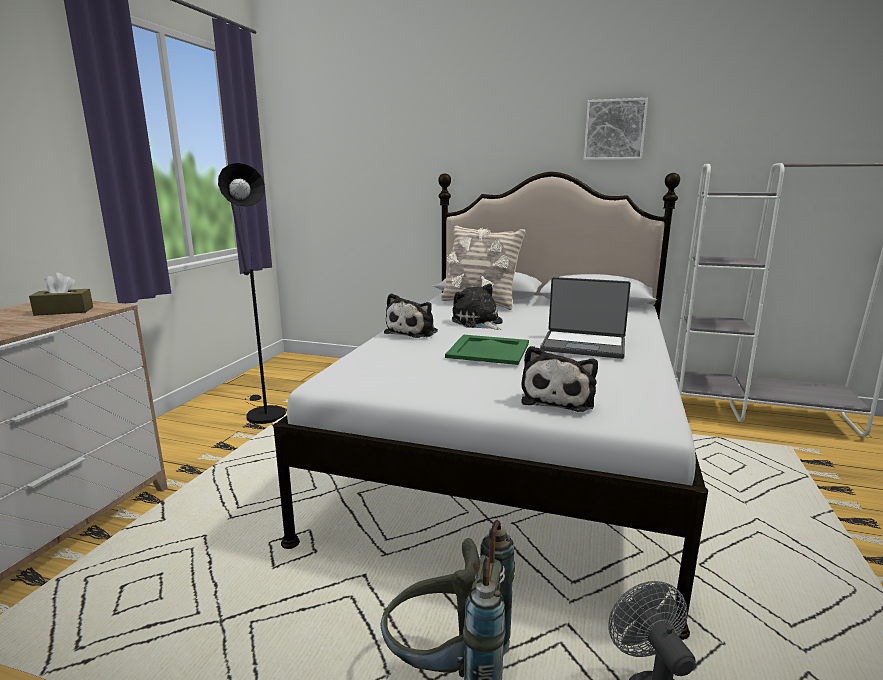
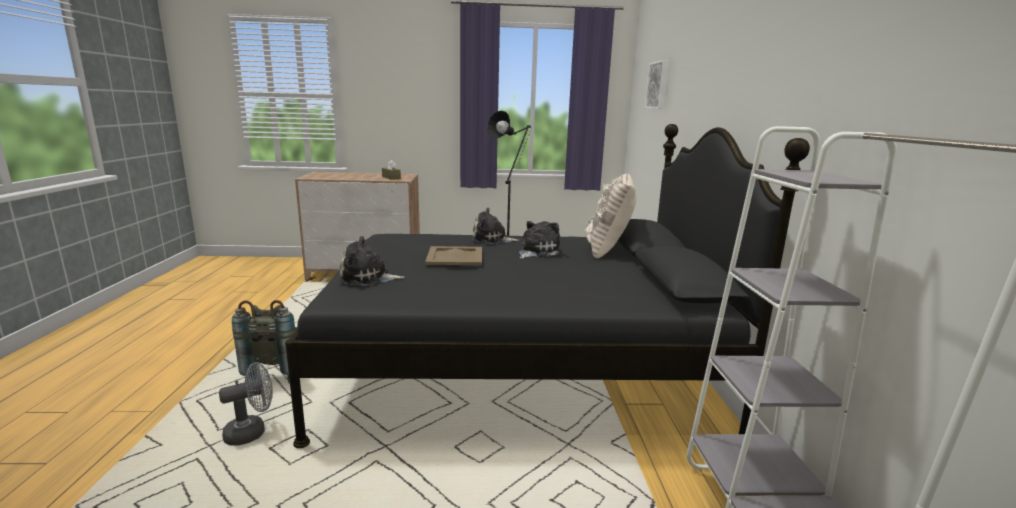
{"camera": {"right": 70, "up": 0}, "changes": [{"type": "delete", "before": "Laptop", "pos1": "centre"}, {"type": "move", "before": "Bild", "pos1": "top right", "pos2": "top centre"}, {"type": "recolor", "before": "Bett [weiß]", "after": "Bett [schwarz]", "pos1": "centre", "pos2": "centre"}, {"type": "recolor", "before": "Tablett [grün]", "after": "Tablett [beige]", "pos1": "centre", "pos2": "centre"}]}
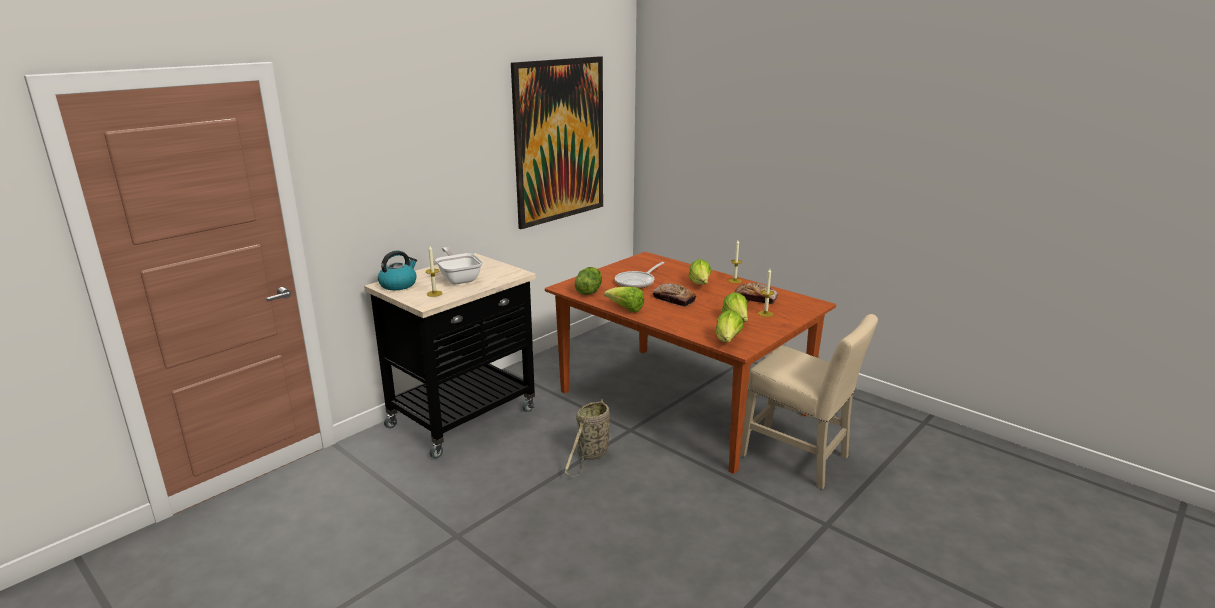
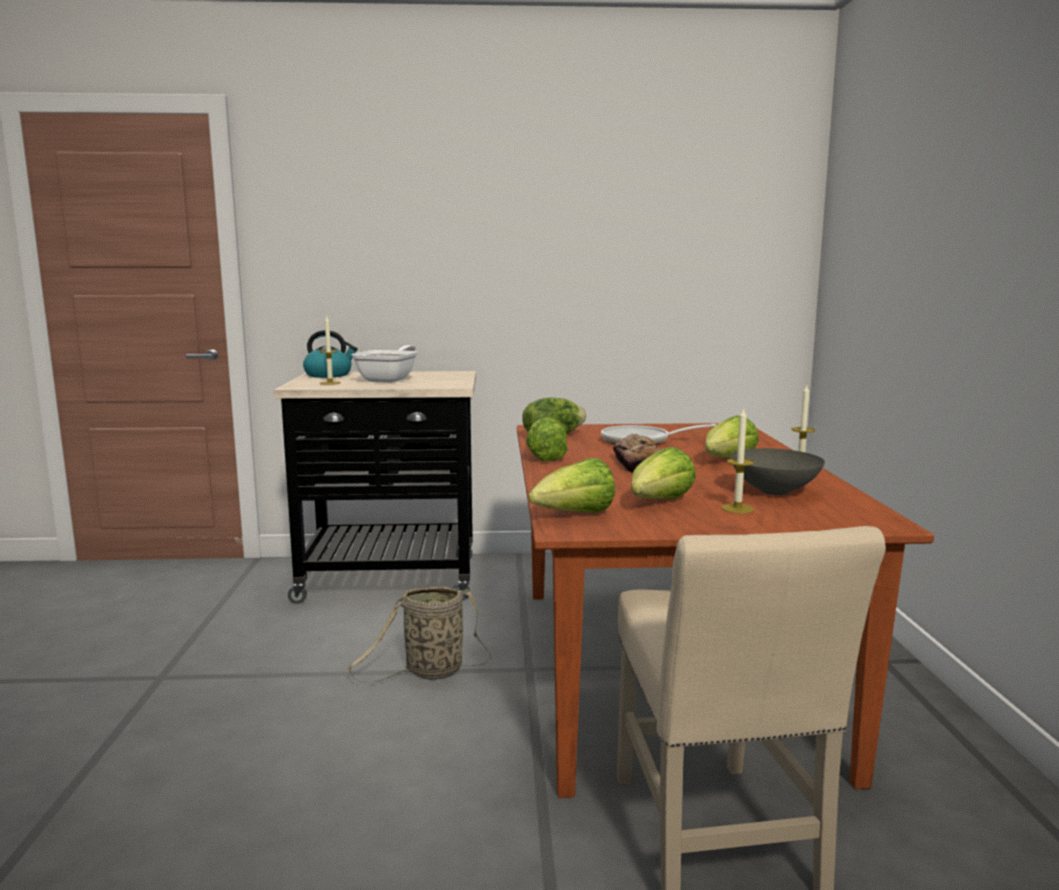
{"camera": {"right": 45, "up": -10}, "changes": [{"type": "delete", "before": "Bild", "pos1": "top centre"}, {"type": "replace", "before": "Brot (2nd from left)", "after": "Schüssel [grau]", "pos1": "centre", "pos2": "middle right"}]}
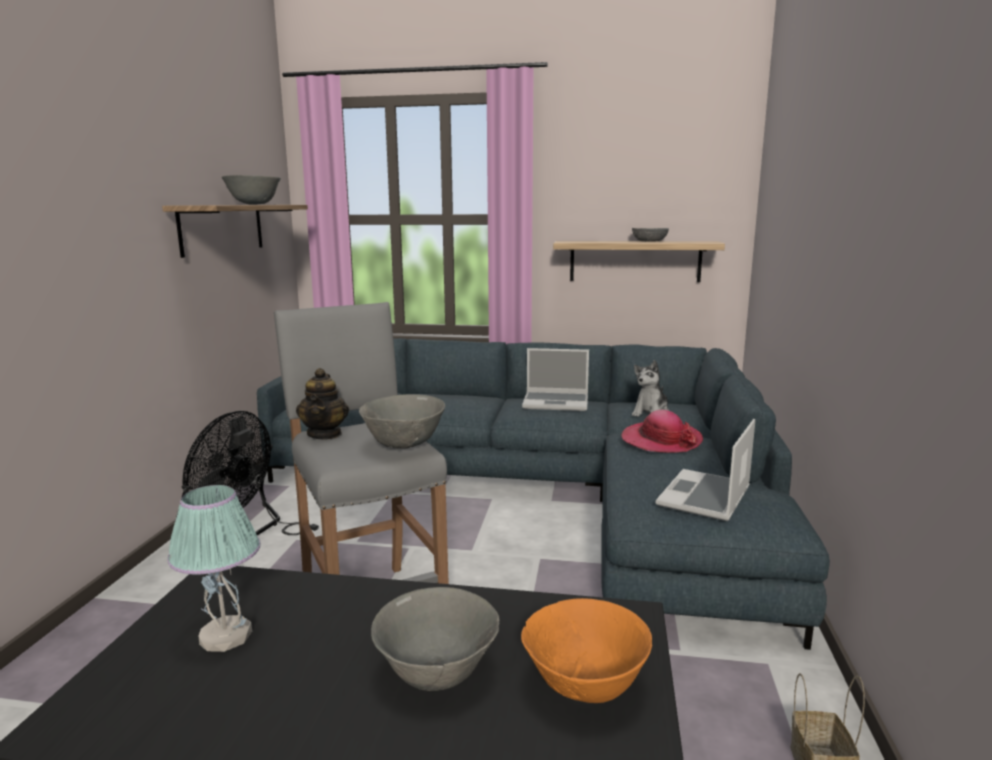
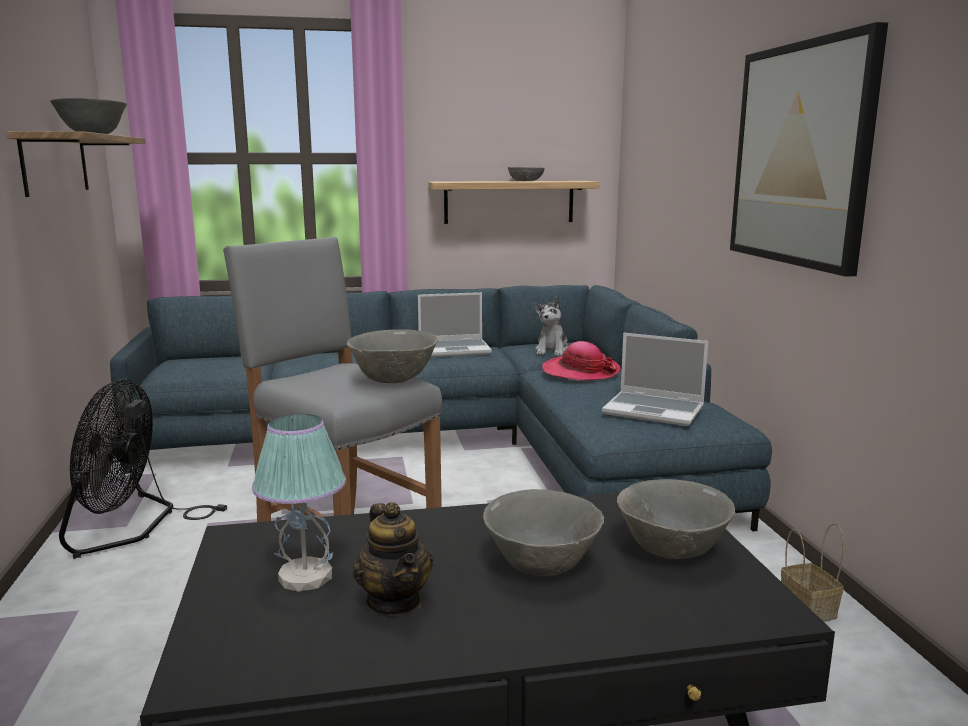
{"camera": {"right": -20, "up": 0}, "changes": [{"type": "insert", "after": "Bild", "pos2": "top right"}, {"type": "move", "before": "Teekanne", "pos1": "middle left", "pos2": "bottom centre"}, {"type": "recolor", "before": "Schüssel [orange]", "after": "Schüssel [grau] (5th from left)", "pos1": "bottom centre", "pos2": "bottom right"}, {"type": "rotate", "before": "Laptop (2nd from left)", "pos1": "middle right", "pos2": "middle right", "turn": -75}]}
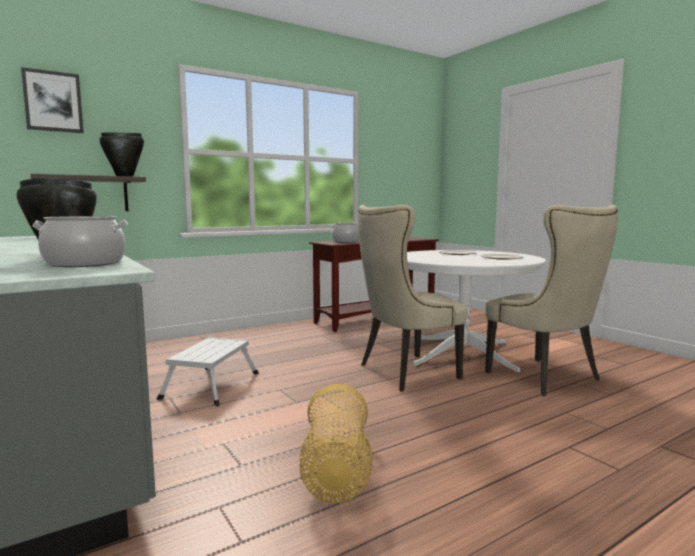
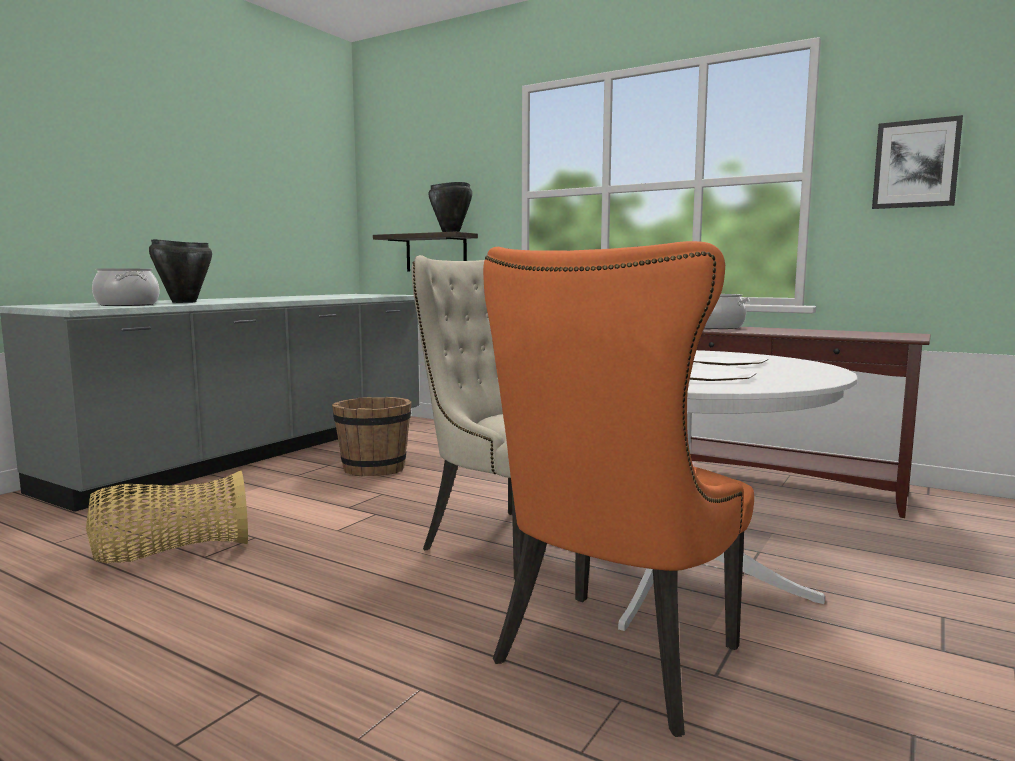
{"camera": {"right": 65, "up": 0}, "changes": [{"type": "move", "before": "Bild", "pos1": "top left", "pos2": "top right"}, {"type": "replace", "before": "Trittleiter [weiß]", "after": "Eimer [braun]", "pos1": "bottom left", "pos2": "centre"}, {"type": "recolor", "before": "Stuhl [beige] (2nd from left)", "after": "Stuhl [orange]", "pos1": "middle right", "pos2": "centre"}]}
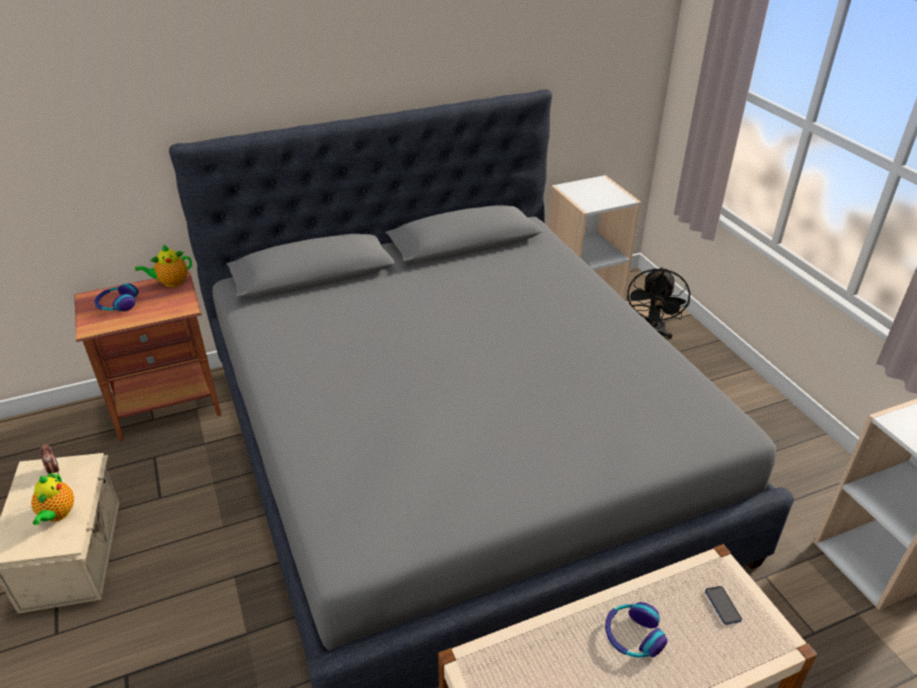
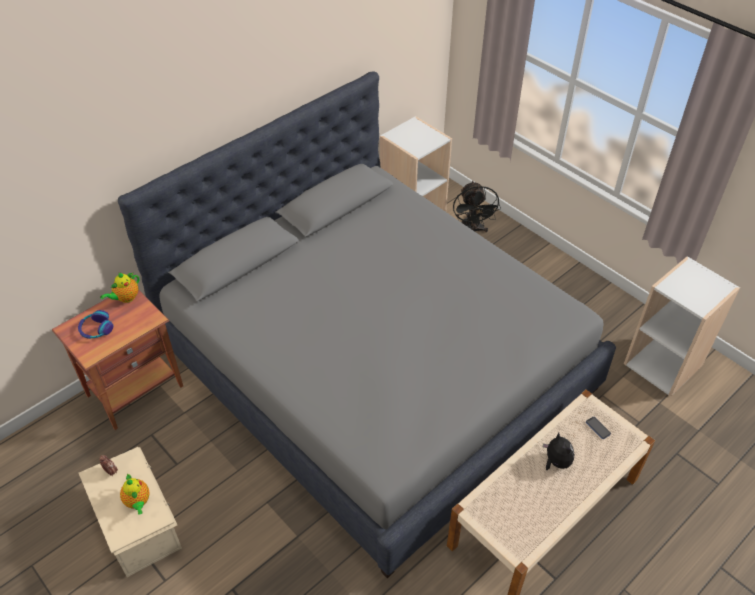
{"camera": {"right": -20, "up": 10}, "changes": [{"type": "replace", "before": "Kopfhörer (2nd from left)", "after": "Plüschtier", "pos1": "bottom right", "pos2": "bottom right"}]}
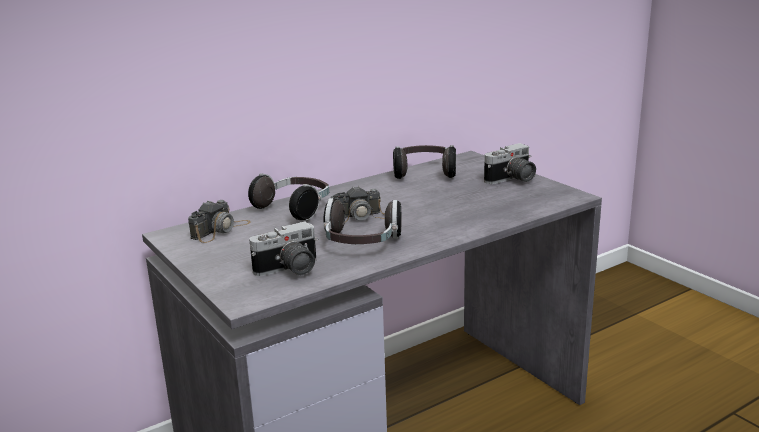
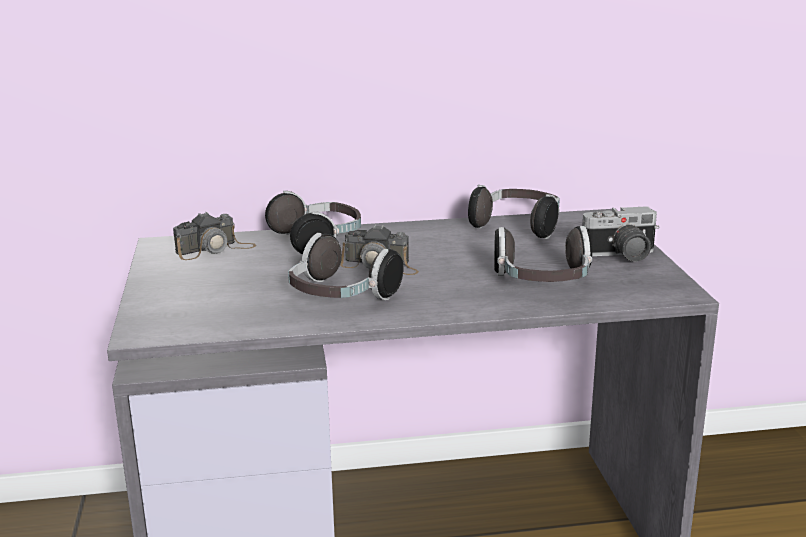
{"camera": {"right": 25, "up": 0}, "changes": [{"type": "delete", "before": "Kamera (2nd from left)", "pos1": "centre"}, {"type": "insert", "after": "Kopfhörer (4th from left)", "pos2": "middle right"}]}
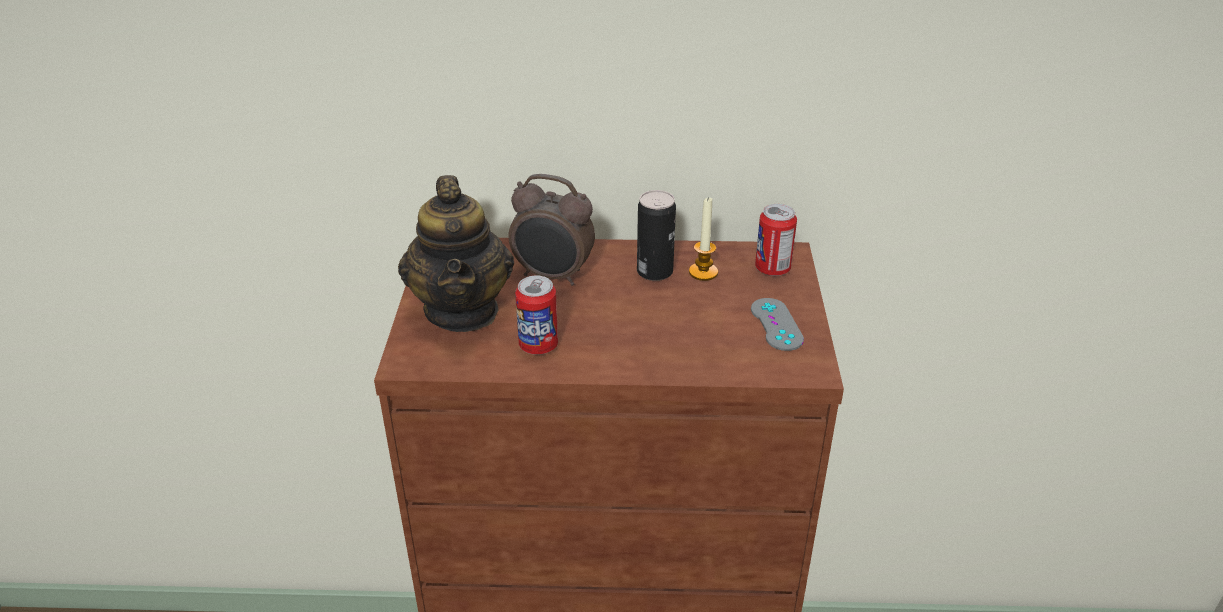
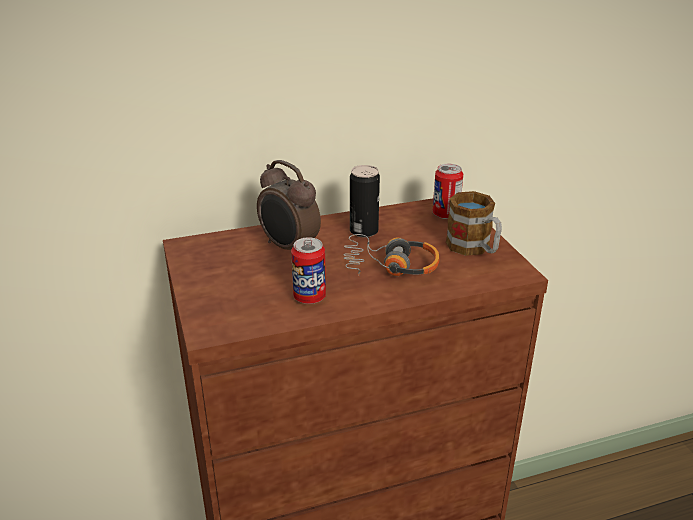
{"camera": {"right": -20, "up": -5}, "changes": [{"type": "delete", "before": "Teekanne", "pos1": "centre"}, {"type": "delete", "before": "Kerze", "pos1": "centre"}, {"type": "insert", "after": "Kopfhörer", "pos2": "centre"}, {"type": "replace", "before": "Gamepad [grau]", "after": "Henkelbecher", "pos1": "centre", "pos2": "middle right"}, {"type": "rotate", "before": "Wecker", "pos1": "centre", "pos2": "centre", "turn": 45}]}
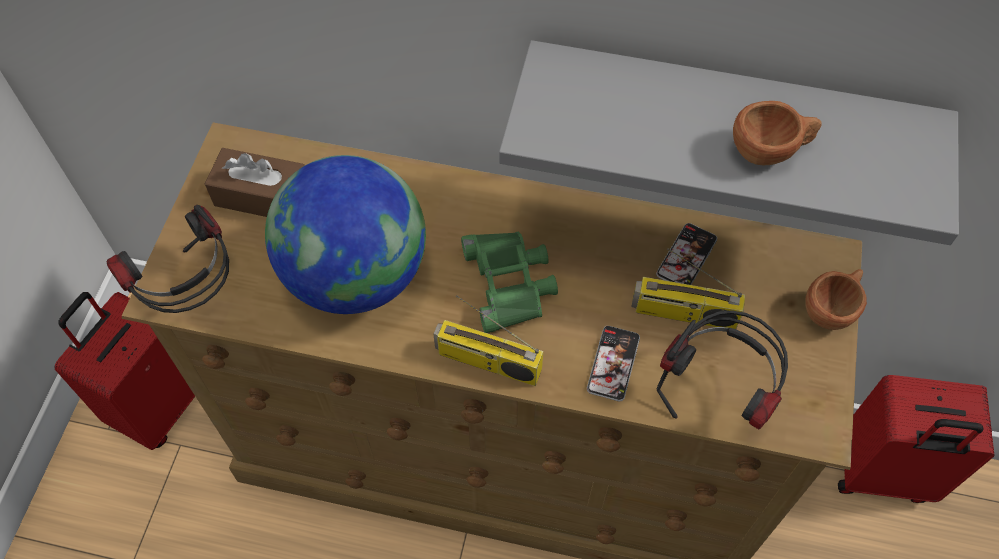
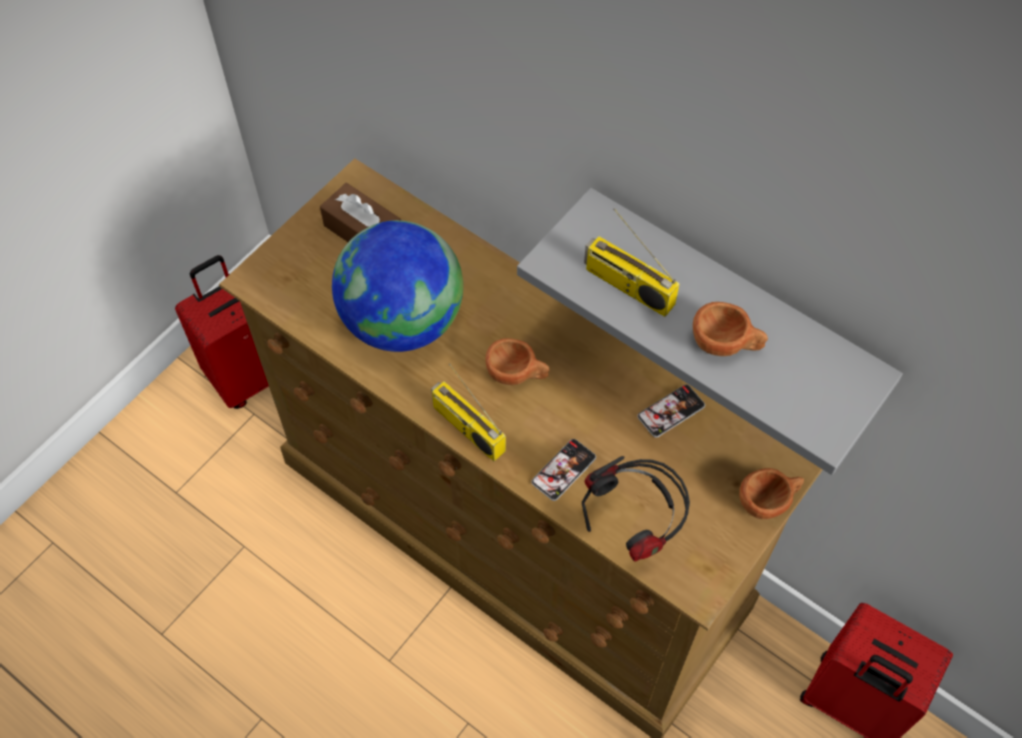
{"camera": {"right": 25, "up": 0}, "changes": [{"type": "delete", "before": "Kopfhörer (1st from left)", "pos1": "middle left"}, {"type": "move", "before": "Radio (2nd from left)", "pos1": "middle right", "pos2": "centre"}, {"type": "replace", "before": "Fernglas [grün]", "after": "Tasse [braun] (1st from left)", "pos1": "centre", "pos2": "centre"}]}
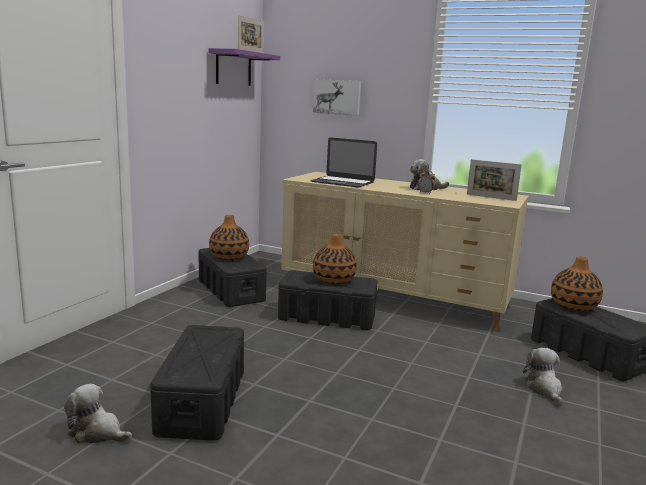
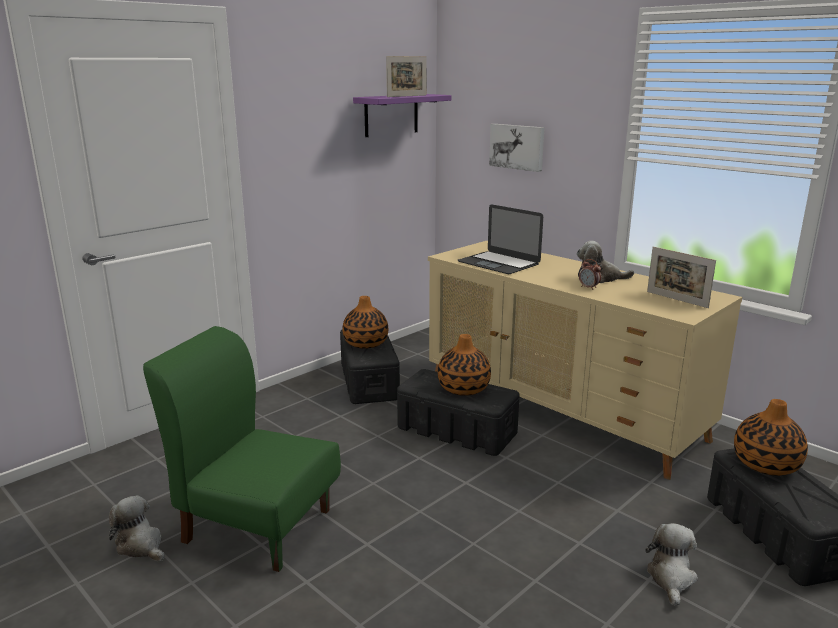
{"camera": {"right": 20, "up": 5}, "changes": [{"type": "replace", "before": "Aufbewahrungsbox [schwarz] (1st from left)", "after": "Stuhl [grün]", "pos1": "bottom left", "pos2": "bottom left"}]}
